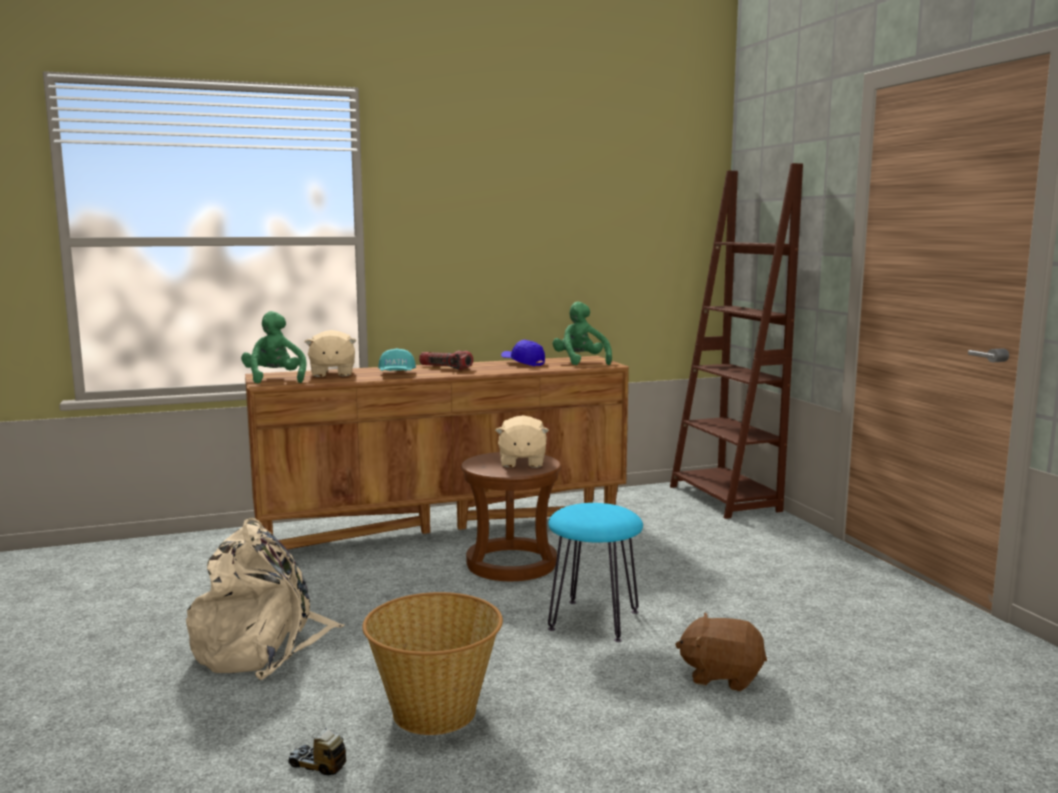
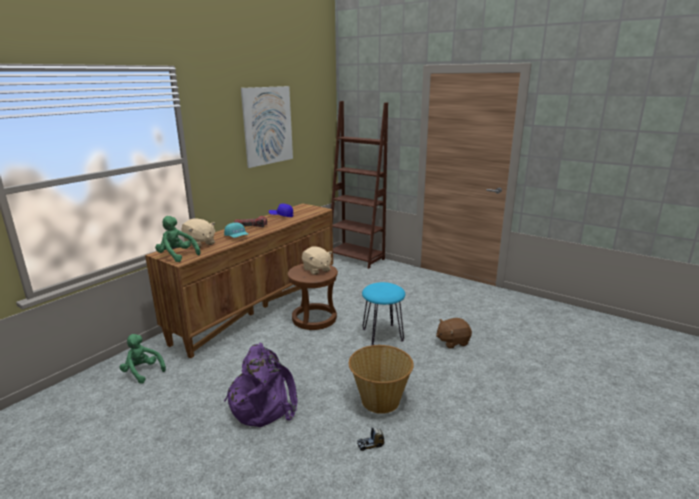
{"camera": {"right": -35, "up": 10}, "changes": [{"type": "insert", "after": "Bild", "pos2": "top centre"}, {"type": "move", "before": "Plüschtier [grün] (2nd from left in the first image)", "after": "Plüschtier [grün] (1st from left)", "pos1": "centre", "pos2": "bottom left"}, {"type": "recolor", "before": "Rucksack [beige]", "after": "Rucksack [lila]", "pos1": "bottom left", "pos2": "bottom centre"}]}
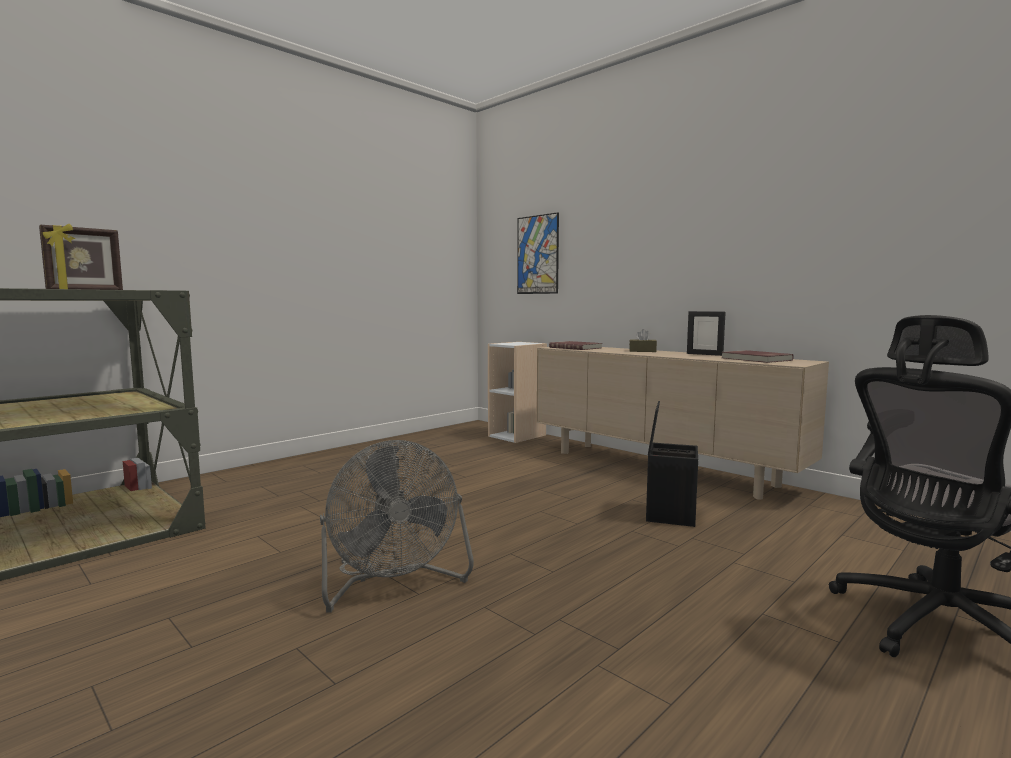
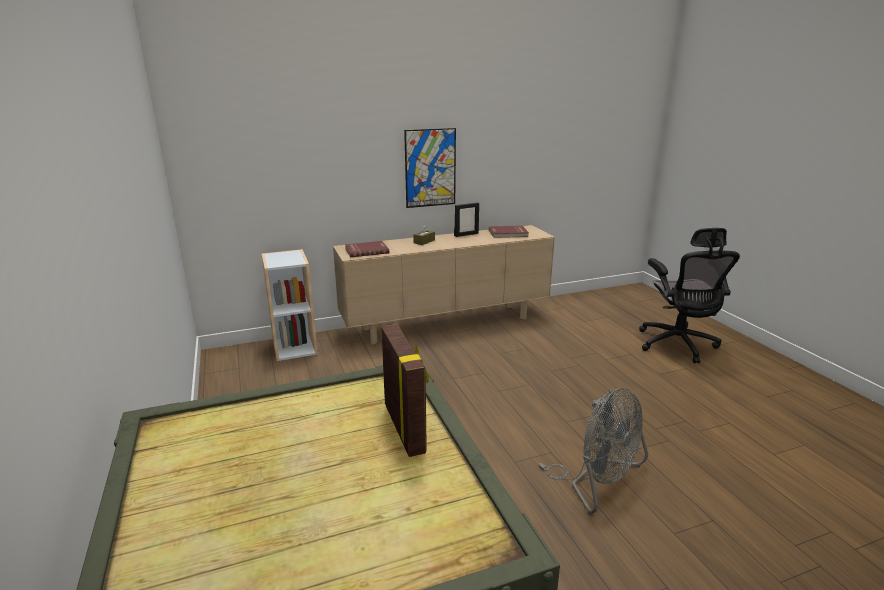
{"camera": {"right": -65, "up": 15}, "changes": [{"type": "delete", "before": "Aufbewahrungsbox [schwarz]", "pos1": "centre"}, {"type": "move", "before": "Bild", "pos1": "centre", "pos2": "top centre"}, {"type": "rotate", "before": "Ventilator [grau]", "pos1": "bottom centre", "pos2": "bottom right", "turn": 45}]}
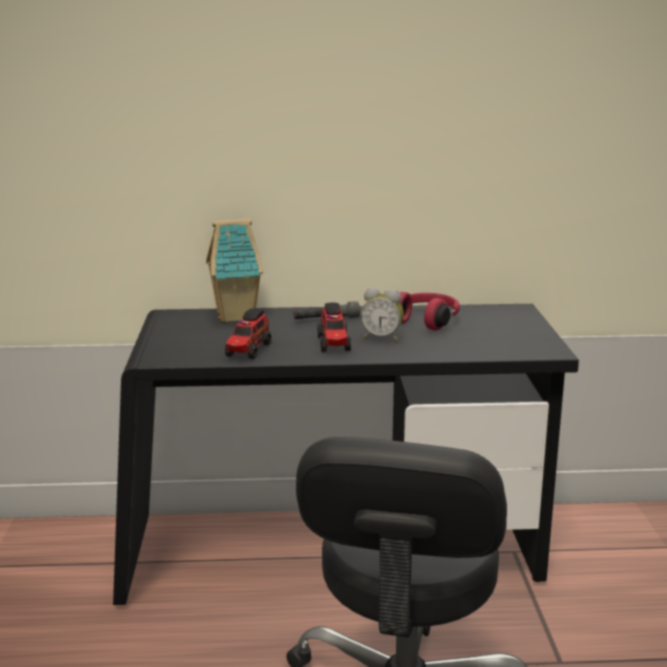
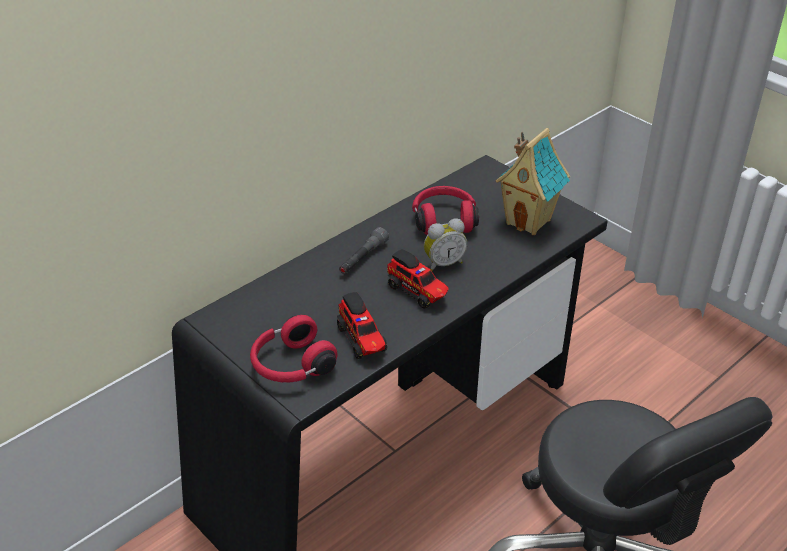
{"camera": {"right": -40, "up": 20}, "changes": [{"type": "insert", "after": "Kopfhörer [rot] (1st from left)", "pos2": "centre"}, {"type": "move", "before": "Spielzeughaus", "pos1": "centre", "pos2": "top right"}]}
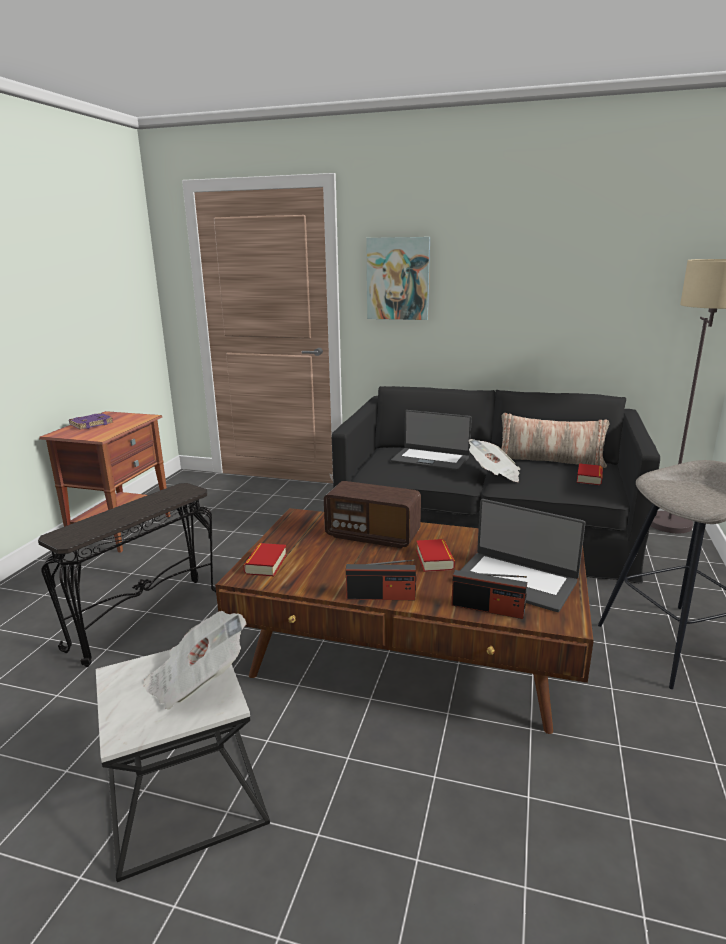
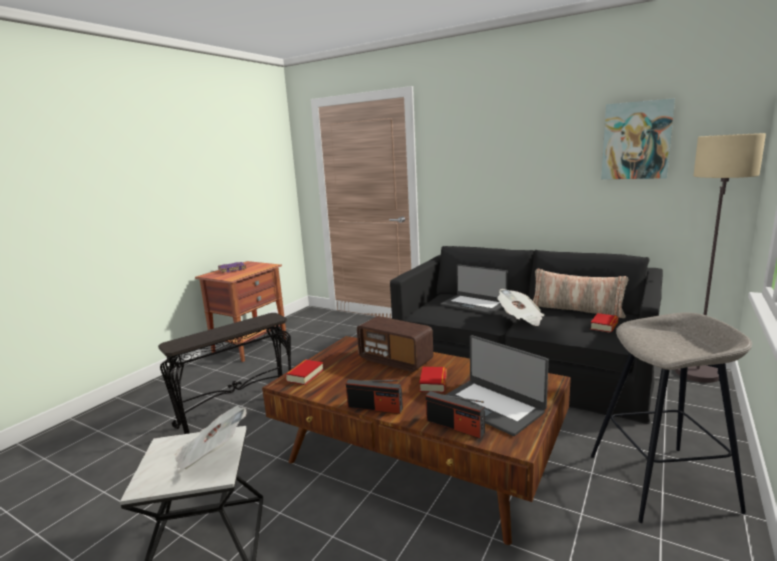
{"camera": {"right": 15, "up": -5}, "changes": [{"type": "move", "before": "Bild", "pos1": "top centre", "pos2": "top right"}]}
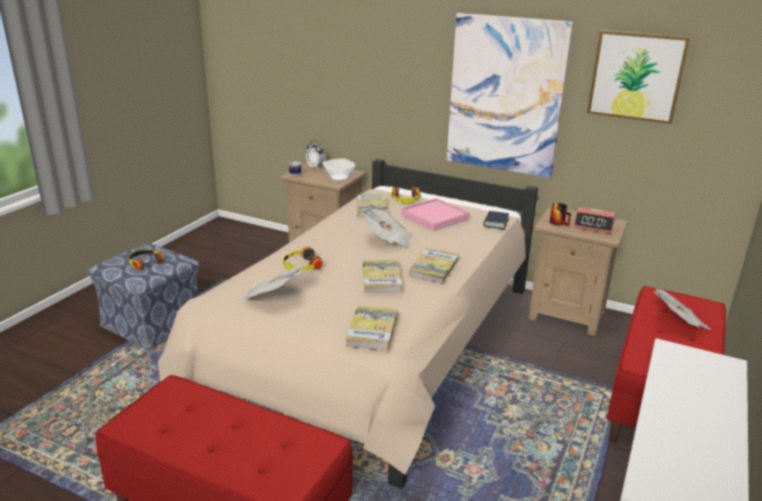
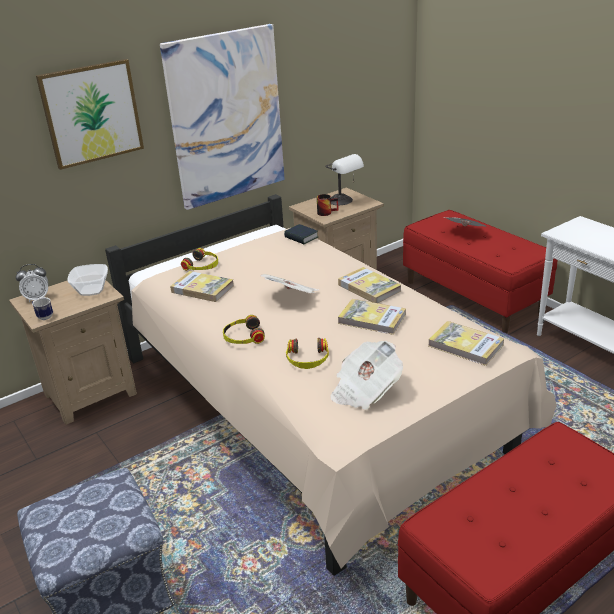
{"camera": {"right": -60, "up": 5}, "changes": [{"type": "delete", "before": "Tablett [rosa]", "pos1": "centre"}, {"type": "move", "before": "Kopfhörer (1st from left in the first image)", "after": "Kopfhörer (2nd from left)", "pos1": "middle left", "pos2": "centre"}, {"type": "move", "before": "Bild (2nd from left in the first image)", "after": "Bild (1st from left)", "pos1": "top right", "pos2": "top left"}, {"type": "replace", "before": "Wecker (2nd from left)", "after": "Tischlampe", "pos1": "middle right", "pos2": "top centre"}]}
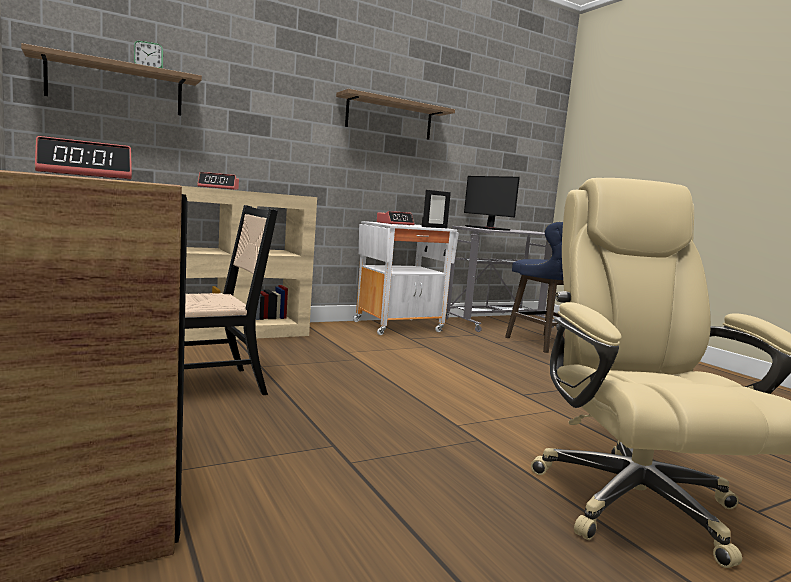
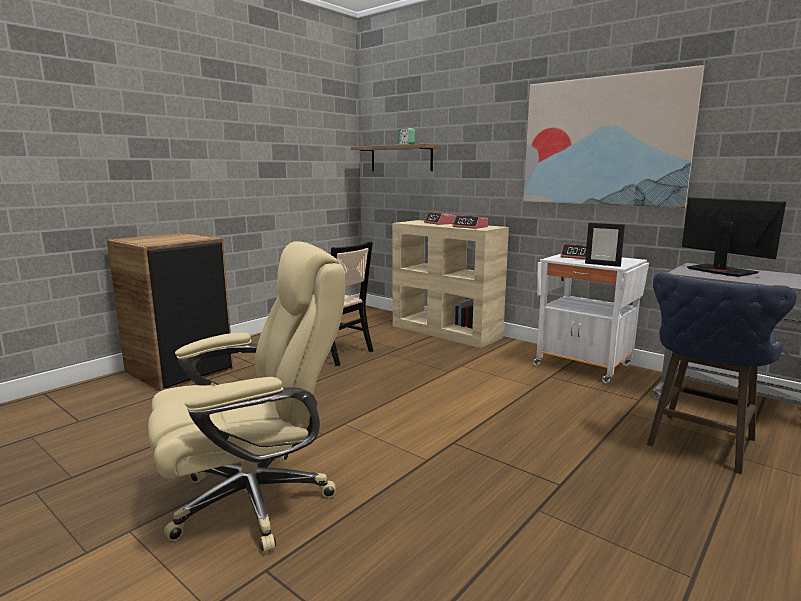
{"camera": {"right": 70, "up": 5}, "changes": [{"type": "move", "before": "Wecker (1st from left in the first image)", "after": "Wecker (3rd from left)", "pos1": "top left", "pos2": "centre"}, {"type": "replace", "before": "Wandregal (2nd from left)", "after": "Bild", "pos1": "top centre", "pos2": "top right"}, {"type": "rotate", "before": "Monitor", "pos1": "centre", "pos2": "middle right", "turn": 120}]}
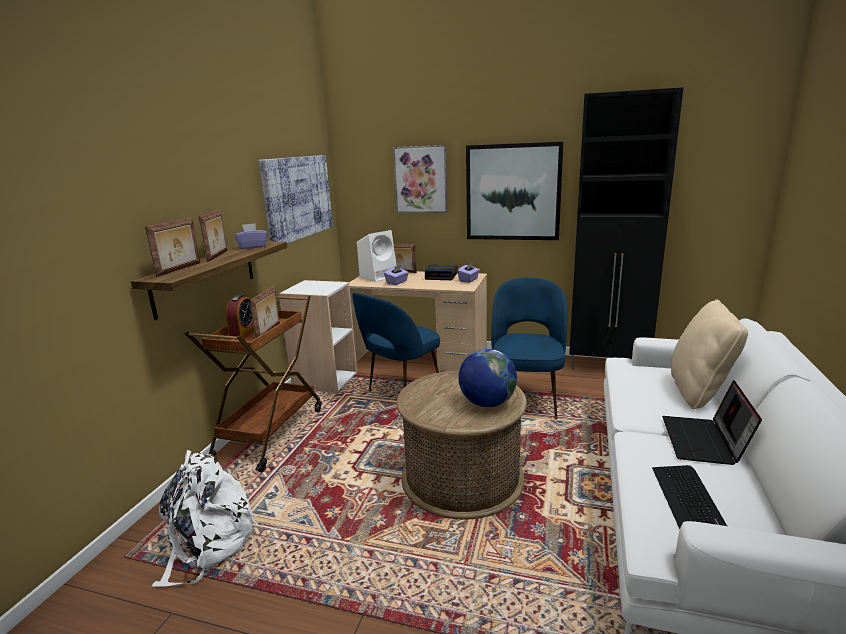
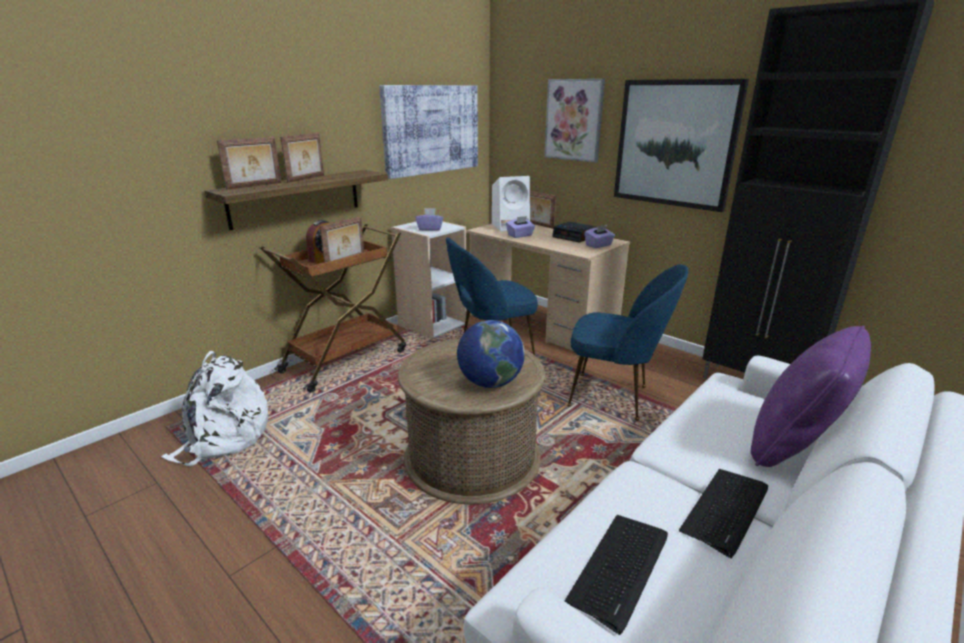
{"camera": {"right": 25, "up": 5}, "changes": [{"type": "move", "before": "Taschentuchbox [lila] (1st from left)", "pos1": "middle left", "pos2": "centre"}, {"type": "replace", "before": "Laptop", "after": "Tastatur (2nd from left)", "pos1": "middle right", "pos2": "bottom right"}, {"type": "recolor", "before": "Kissen [beige]", "after": "Kissen [lila]", "pos1": "middle right", "pos2": "middle right"}, {"type": "rotate", "before": "Stuhl [blau] (2nd from left)", "pos1": "centre", "pos2": "centre", "turn": 75}]}
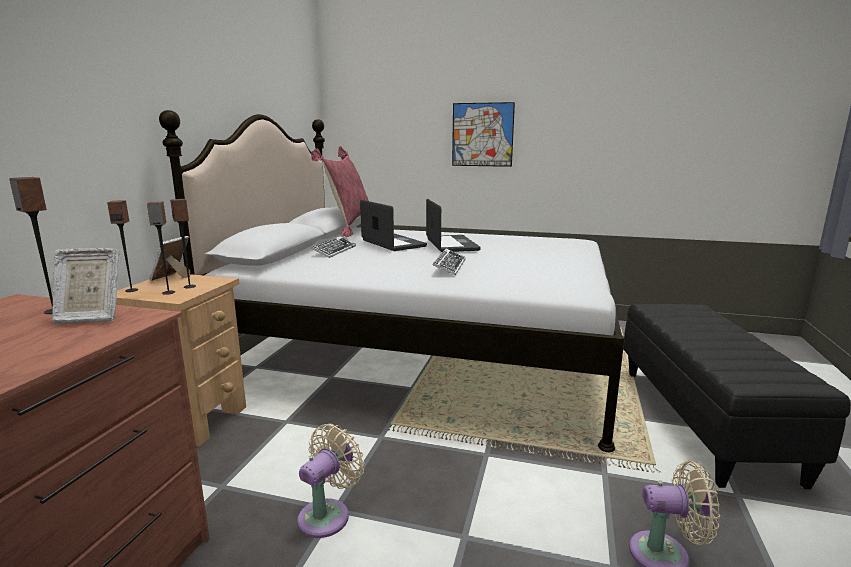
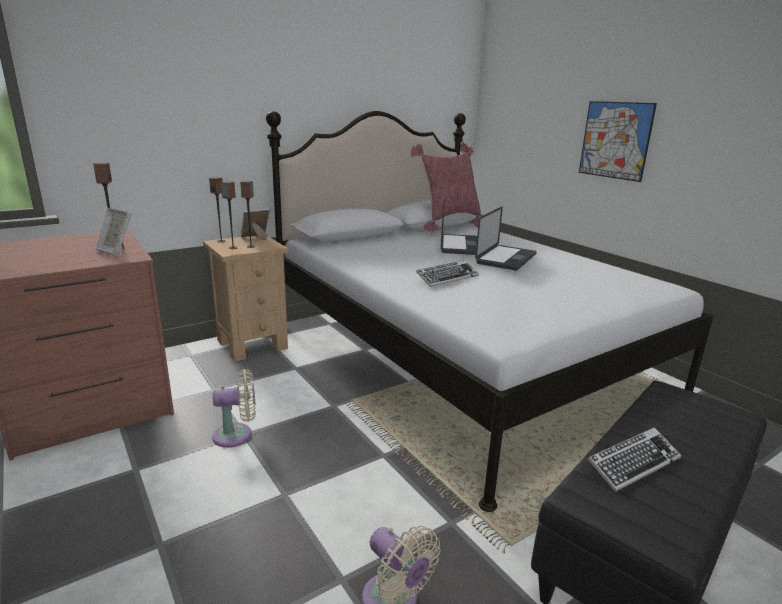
{"camera": {"right": 40, "up": 5}, "changes": [{"type": "move", "before": "Tastatur (1st from left in the first image)", "after": "Tastatur (2nd from left)", "pos1": "centre", "pos2": "bottom right"}]}
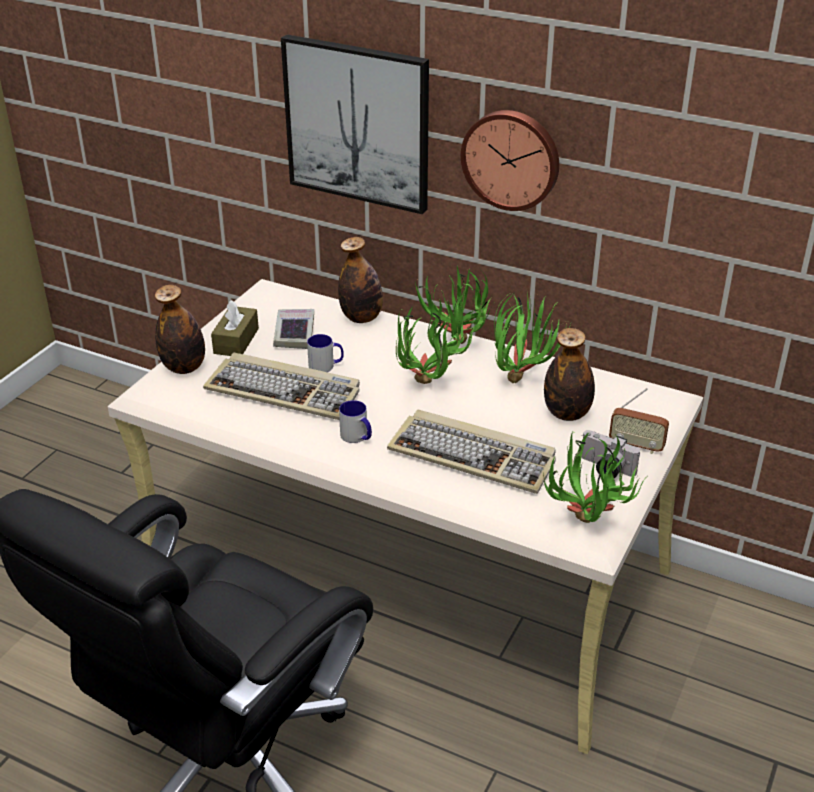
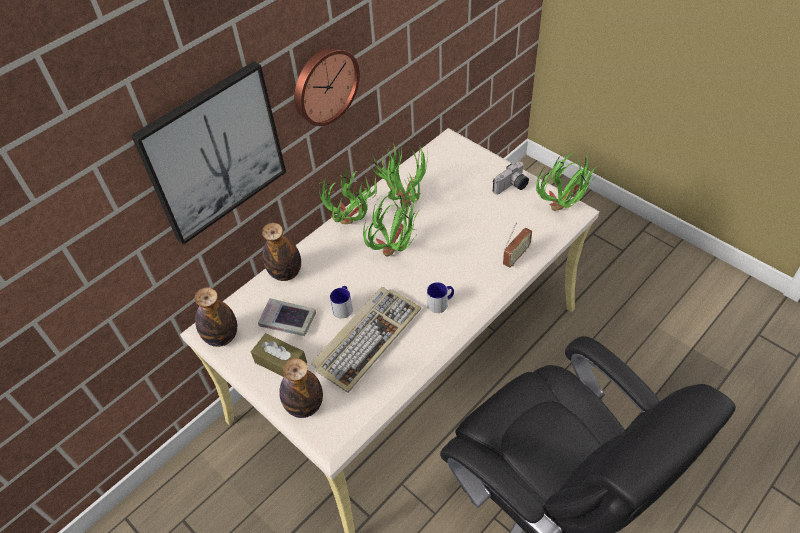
{"camera": {"right": -70, "up": 15}, "changes": [{"type": "delete", "before": "Tastatur (2nd from left)", "pos1": "centre"}, {"type": "move", "before": "Flasche (3rd from left in the first image)", "after": "Flasche (1st from left)", "pos1": "middle right", "pos2": "middle left"}, {"type": "move", "before": "Radio", "pos1": "middle right", "pos2": "centre"}]}
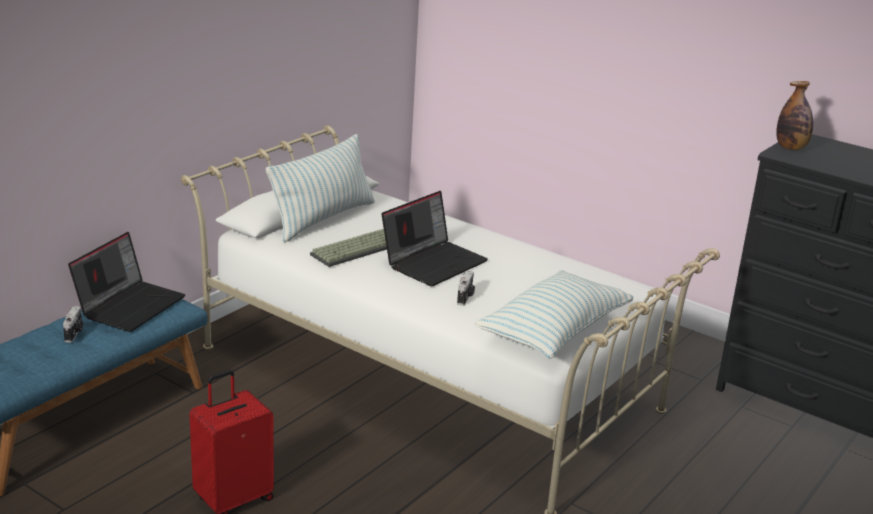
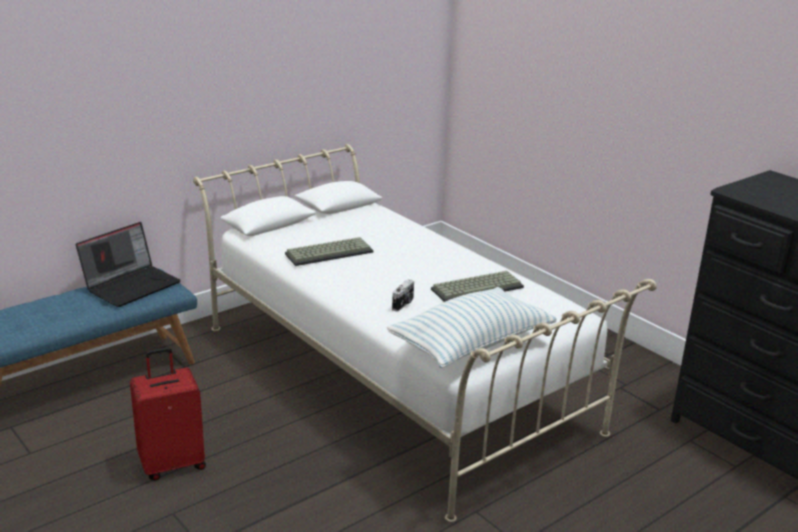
{"camera": {"right": 15, "up": 0}, "changes": [{"type": "delete", "before": "Kamera (1st from left)", "pos1": "middle left"}, {"type": "delete", "before": "Kissen (1st from left)", "pos1": "centre"}, {"type": "delete", "before": "Laptop (2nd from left)", "pos1": "centre"}, {"type": "delete", "before": "Flasche", "pos1": "top right"}, {"type": "insert", "after": "Tastatur (2nd from left)", "pos2": "centre"}]}
